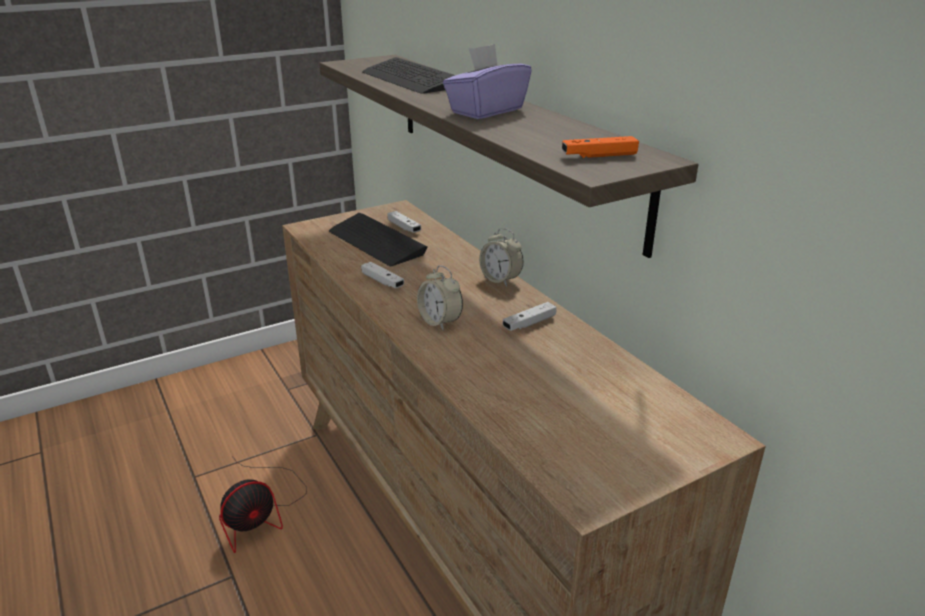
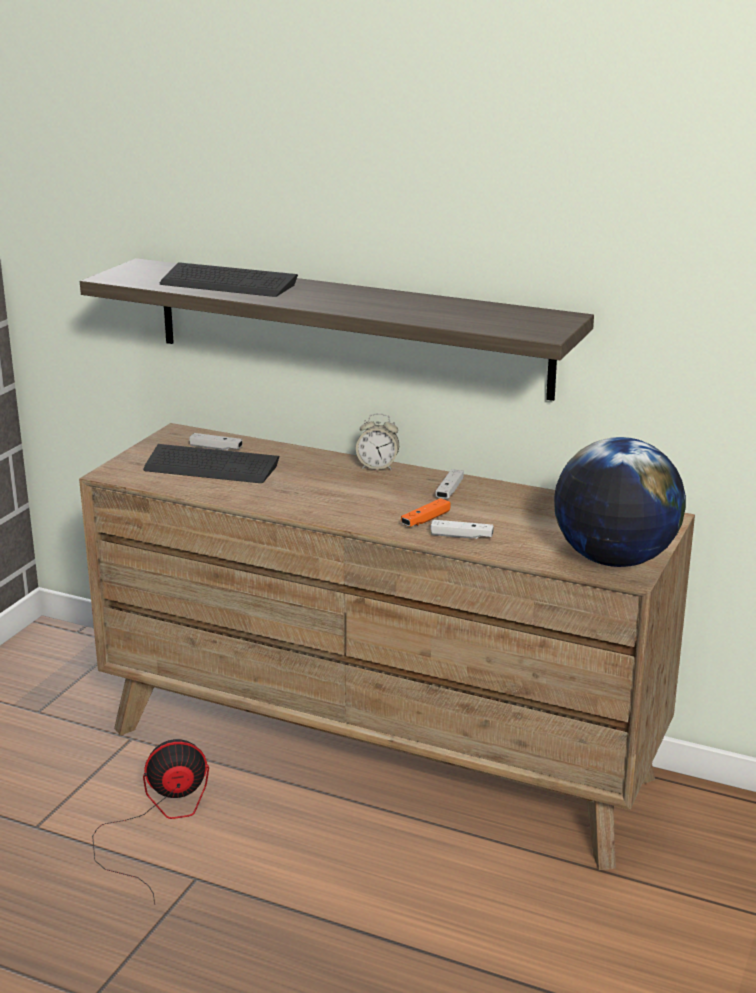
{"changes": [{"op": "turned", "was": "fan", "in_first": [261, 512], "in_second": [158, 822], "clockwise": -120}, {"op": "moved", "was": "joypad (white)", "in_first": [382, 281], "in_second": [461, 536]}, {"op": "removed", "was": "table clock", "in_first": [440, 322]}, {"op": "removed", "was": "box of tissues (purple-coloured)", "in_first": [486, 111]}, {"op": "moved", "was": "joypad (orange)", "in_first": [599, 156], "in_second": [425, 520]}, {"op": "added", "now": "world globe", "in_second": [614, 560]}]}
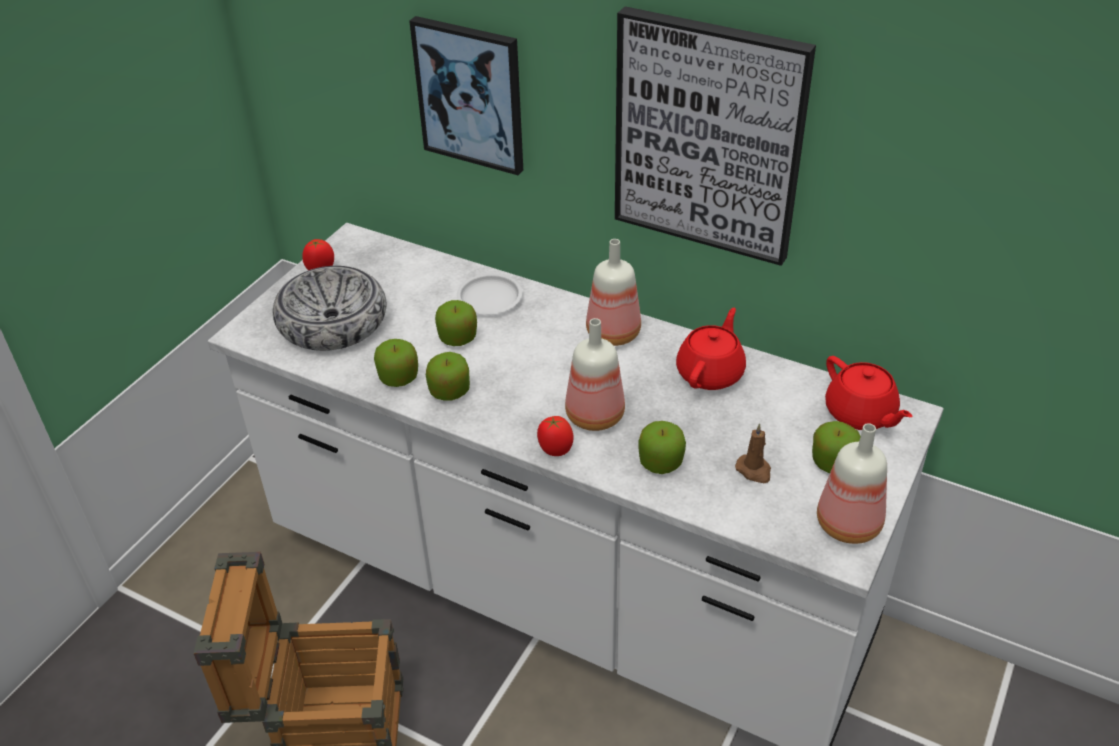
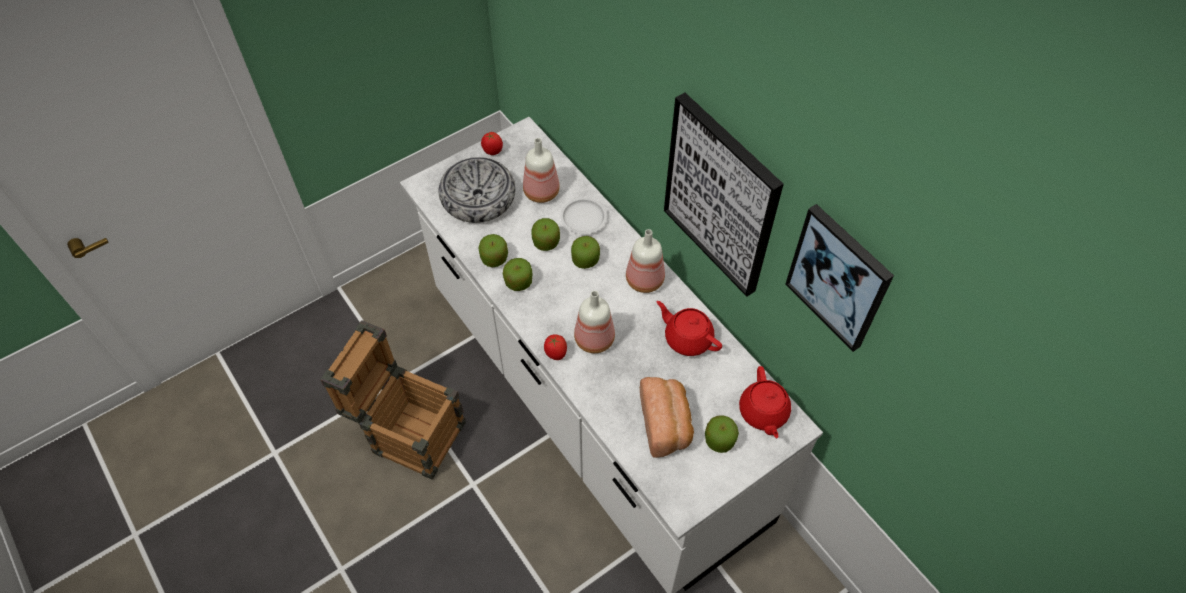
{"changes": [{"op": "moved", "was": "wall picture", "in_first": [470, 94], "in_second": [839, 277]}, {"op": "moved", "was": "apple fruit", "in_first": [661, 462], "in_second": [585, 260]}, {"op": "turned", "was": "pot for tea (red-coloured)", "in_first": [711, 373], "in_second": [687, 338], "clockwise": -105}, {"op": "replaced", "was": "wax light (brownish)", "now": "bread", "in_first": [754, 470], "in_second": [666, 423]}, {"op": "moved", "was": "bottle", "in_first": [850, 524], "in_second": [542, 192]}]}
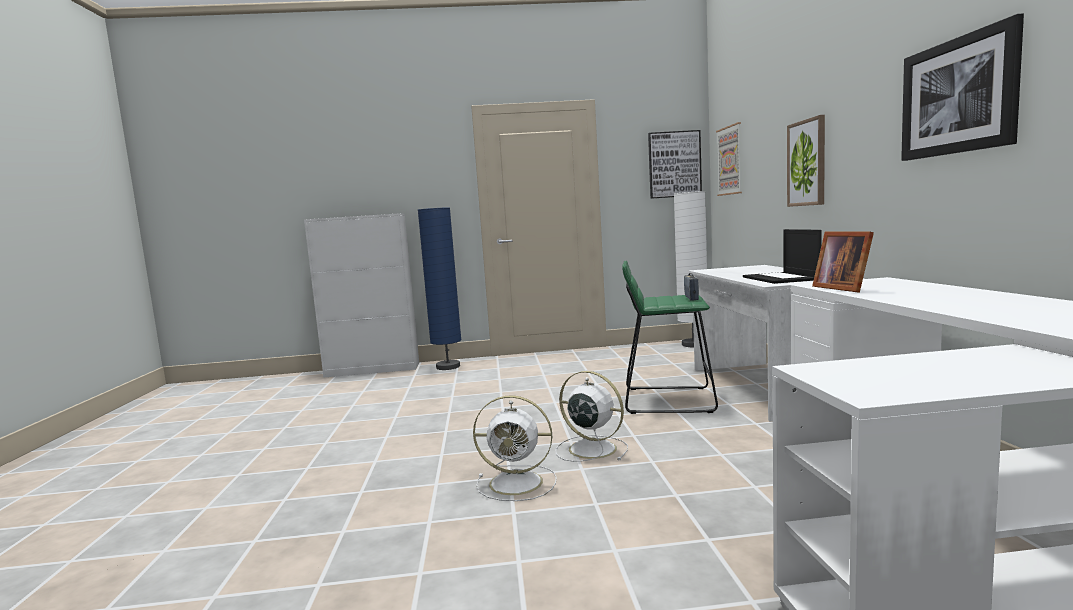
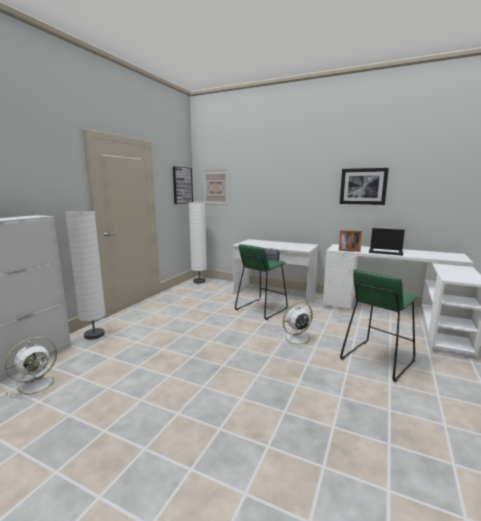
{"changes": [{"op": "recoloured", "was": "floor lamp (bluish)", "now": "floor lamp (white)", "in_first": [448, 367], "in_second": [94, 335]}, {"op": "moved", "was": "fan (white)", "in_first": [518, 483], "in_second": [38, 384]}, {"op": "moved", "was": "portable computer", "in_first": [781, 278], "in_second": [386, 252]}, {"op": "removed", "was": "wall picture", "in_first": [807, 163]}, {"op": "added", "now": "sitting stool (greenish)", "in_second": [377, 359]}]}
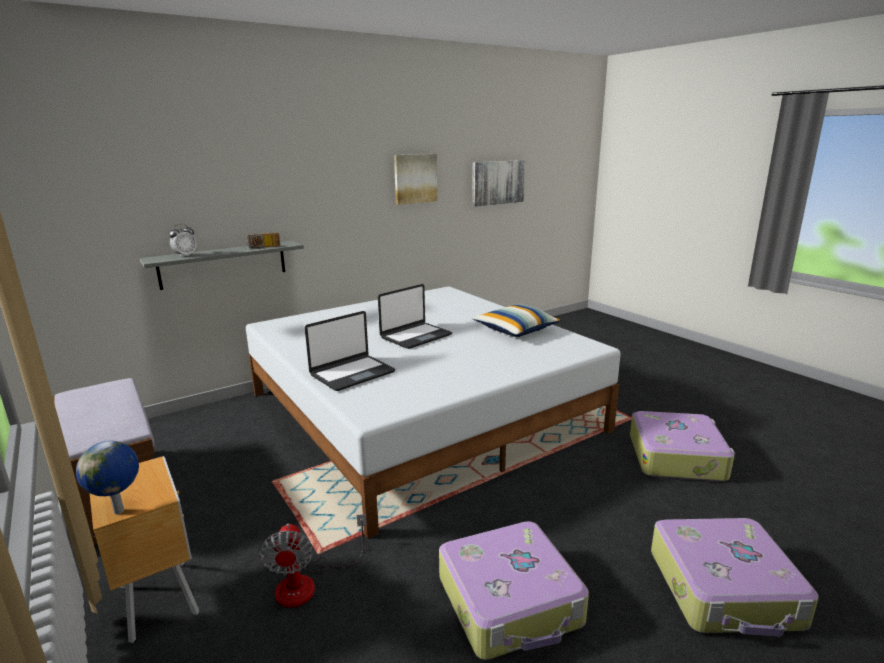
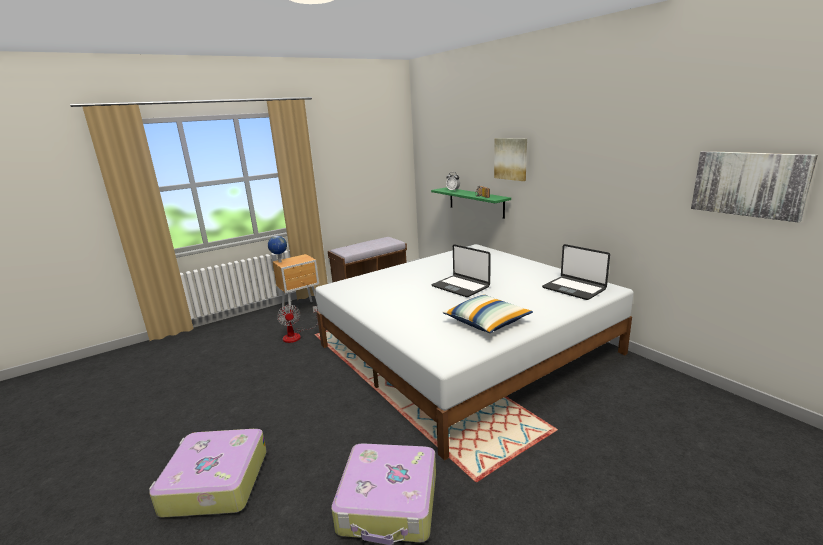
{"changes": [{"op": "recoloured", "was": "shelf (greyish)", "now": "shelf (greenish)", "in_first": [223, 264], "in_second": [476, 202]}, {"op": "turned", "was": "fan", "in_first": [308, 583], "in_second": [296, 335], "clockwise": -105}, {"op": "moved", "was": "portable computer", "in_first": [352, 373], "in_second": [574, 288]}, {"op": "moved", "was": "wall picture", "in_first": [415, 178], "in_second": [511, 159]}, {"op": "removed", "was": "travel case", "in_first": [510, 601]}]}
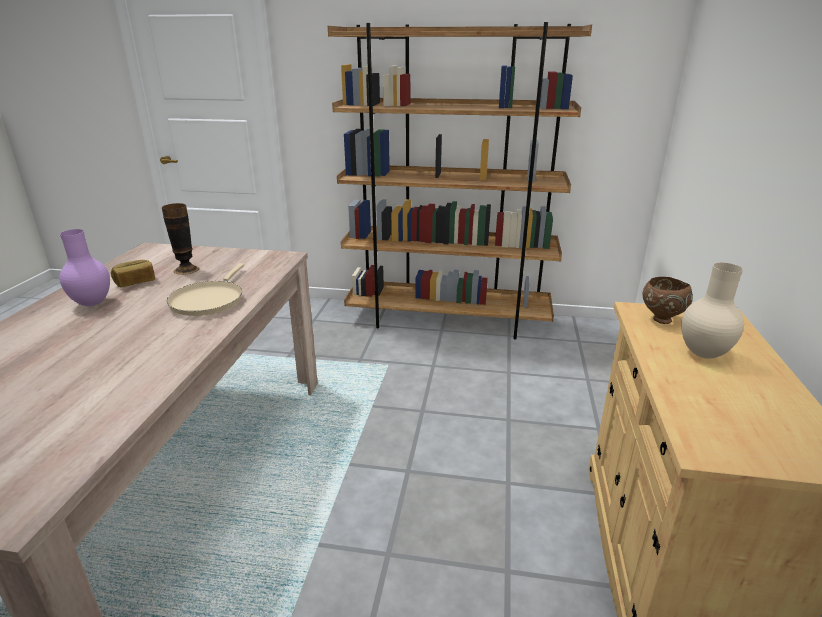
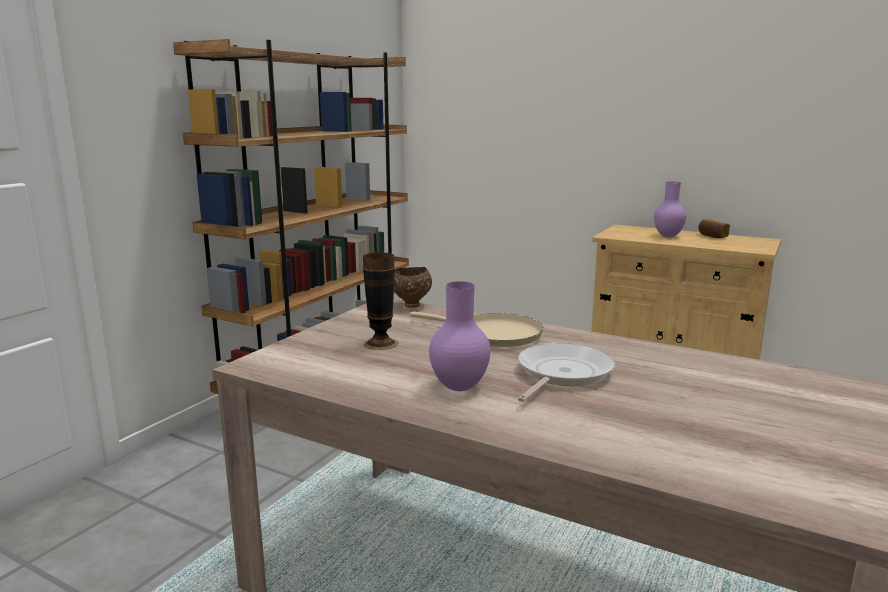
{"changes": [{"op": "moved", "was": "bread", "in_first": [135, 282], "in_second": [712, 236]}, {"op": "moved", "was": "deep dish (brownish)", "in_first": [660, 319], "in_second": [411, 305]}, {"op": "recoloured", "was": "vase (beige-coloured)", "now": "vase (purple-coloured)", "in_first": [702, 354], "in_second": [668, 236]}, {"op": "added", "now": "frying pan", "in_second": [561, 373]}]}
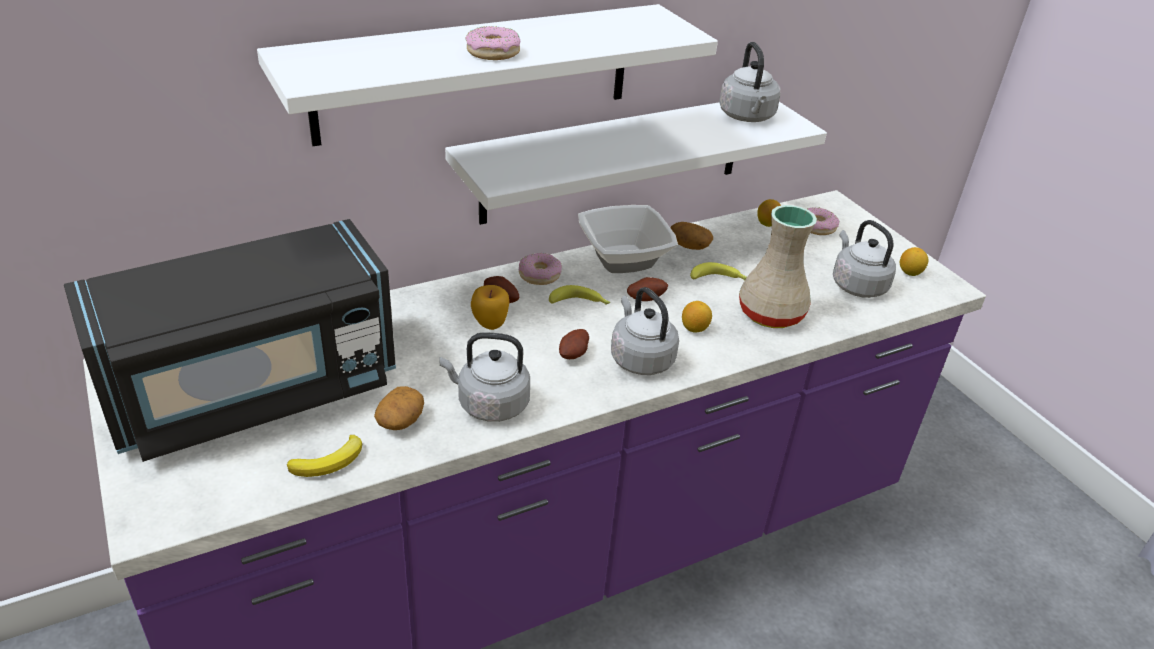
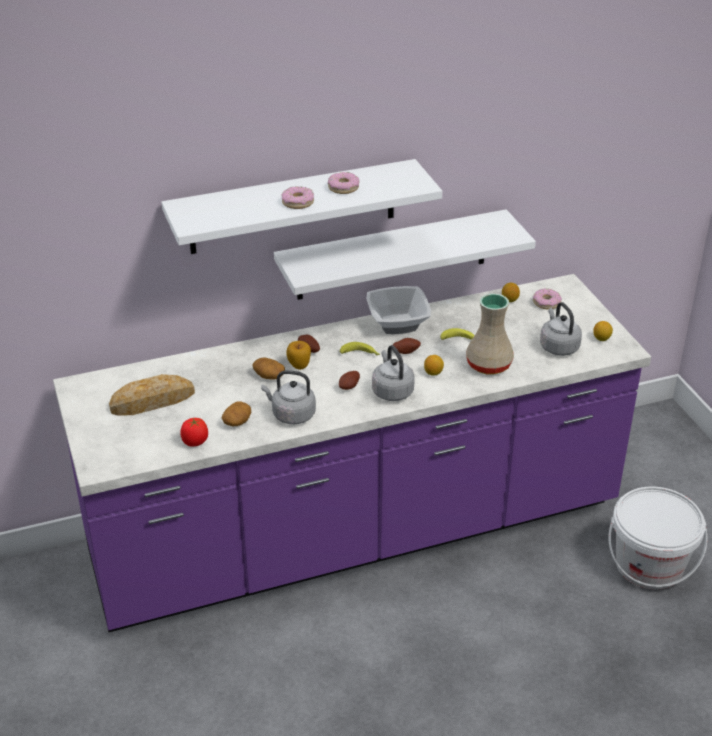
{"changes": [{"op": "replaced", "was": "kitchen microwave (black-coloured)", "now": "bread", "in_first": [254, 390], "in_second": [152, 401]}, {"op": "replaced", "was": "banana", "now": "fresh tomato", "in_first": [330, 462], "in_second": [195, 442]}, {"op": "moved", "was": "donut", "in_first": [539, 275], "in_second": [343, 188]}, {"op": "moved", "was": "potato", "in_first": [688, 246], "in_second": [268, 376]}, {"op": "removed", "was": "tea kettle (greyish)", "in_first": [747, 117]}, {"op": "added", "now": "pail (white)", "in_second": [649, 565]}]}
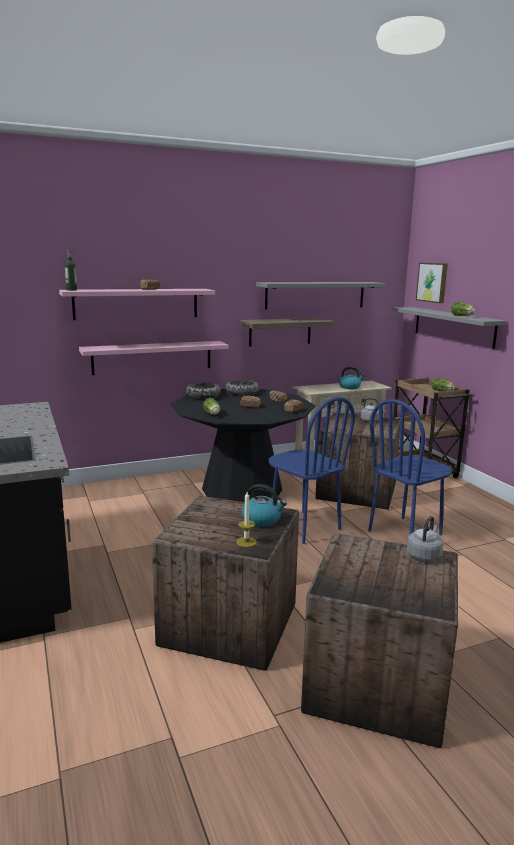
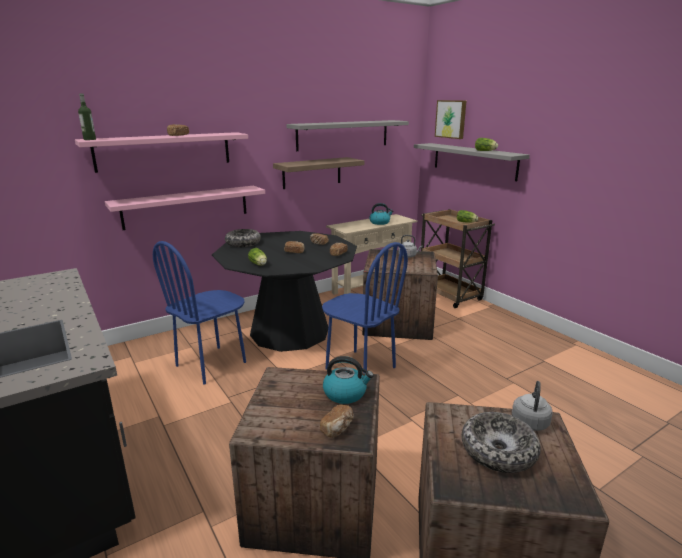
{"changes": [{"op": "moved", "was": "deep dish", "in_first": [242, 393], "in_second": [498, 450]}, {"op": "replaced", "was": "wax light", "now": "bread", "in_first": [246, 542], "in_second": [338, 428]}, {"op": "moved", "was": "plain chair (bluish)", "in_first": [405, 533], "in_second": [211, 364]}]}
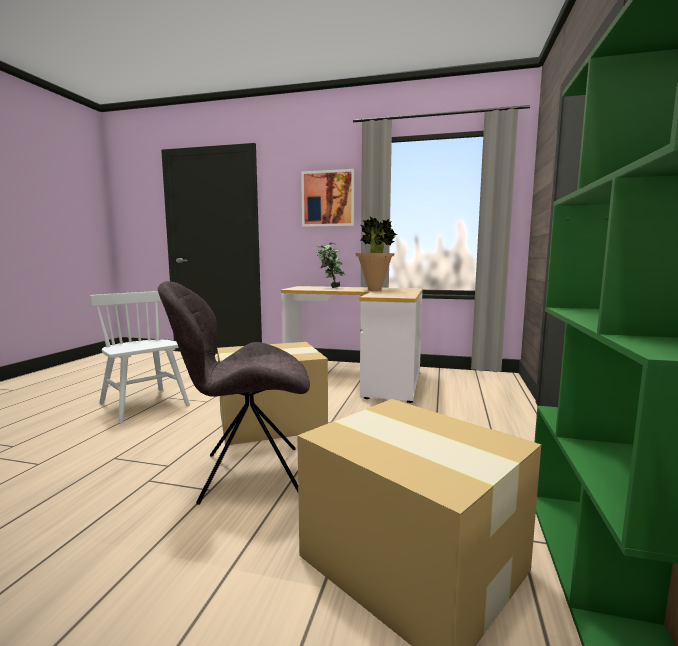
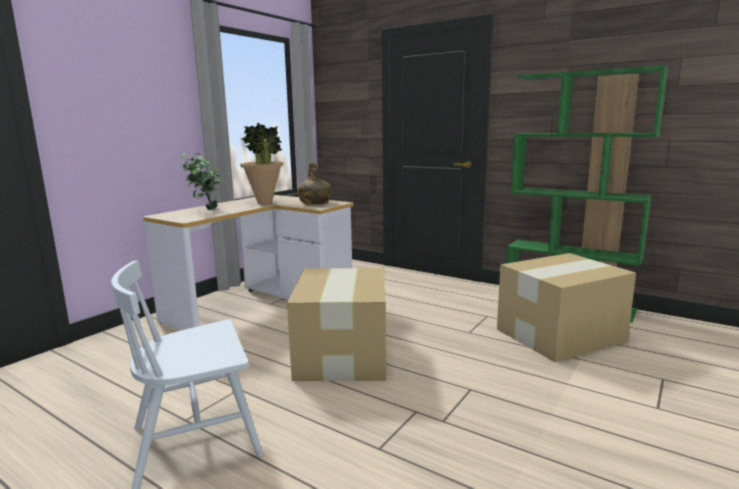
{"changes": [{"op": "removed", "was": "plain chair (greyish)", "in_first": [246, 474]}, {"op": "removed", "was": "wall picture", "in_first": [328, 198]}, {"op": "added", "now": "bottle (greenish)", "in_second": [315, 203]}]}
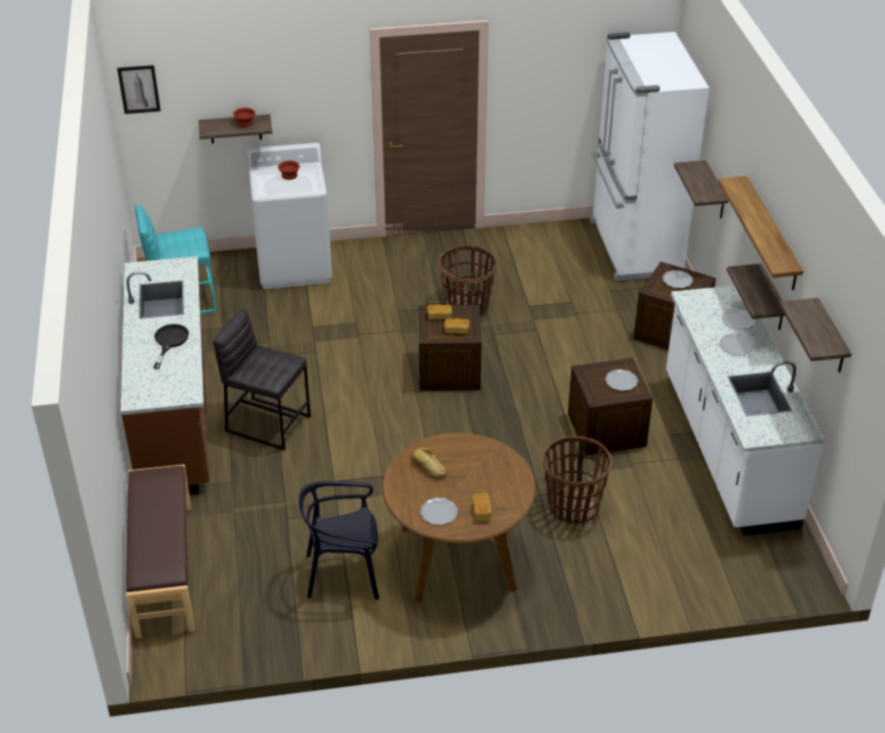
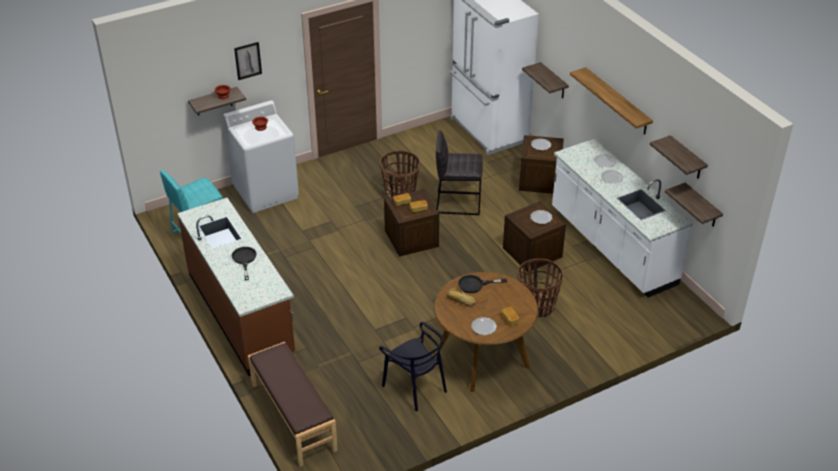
{"changes": [{"op": "moved", "was": "wall picture", "in_first": [139, 89], "in_second": [248, 60]}, {"op": "moved", "was": "sitting stool (greyish)", "in_first": [268, 423], "in_second": [457, 202]}, {"op": "turned", "was": "plain chair (black-coloured)", "in_first": [344, 574], "in_second": [415, 387], "clockwise": -105}, {"op": "moved", "was": "shelf", "in_first": [772, 299], "in_second": [702, 206]}, {"op": "added", "now": "frying pan (black-coloured)", "in_second": [475, 284]}]}
